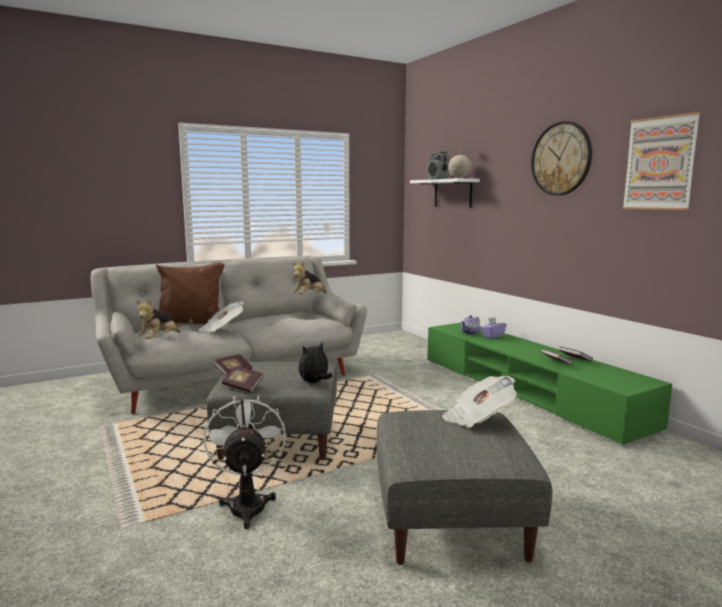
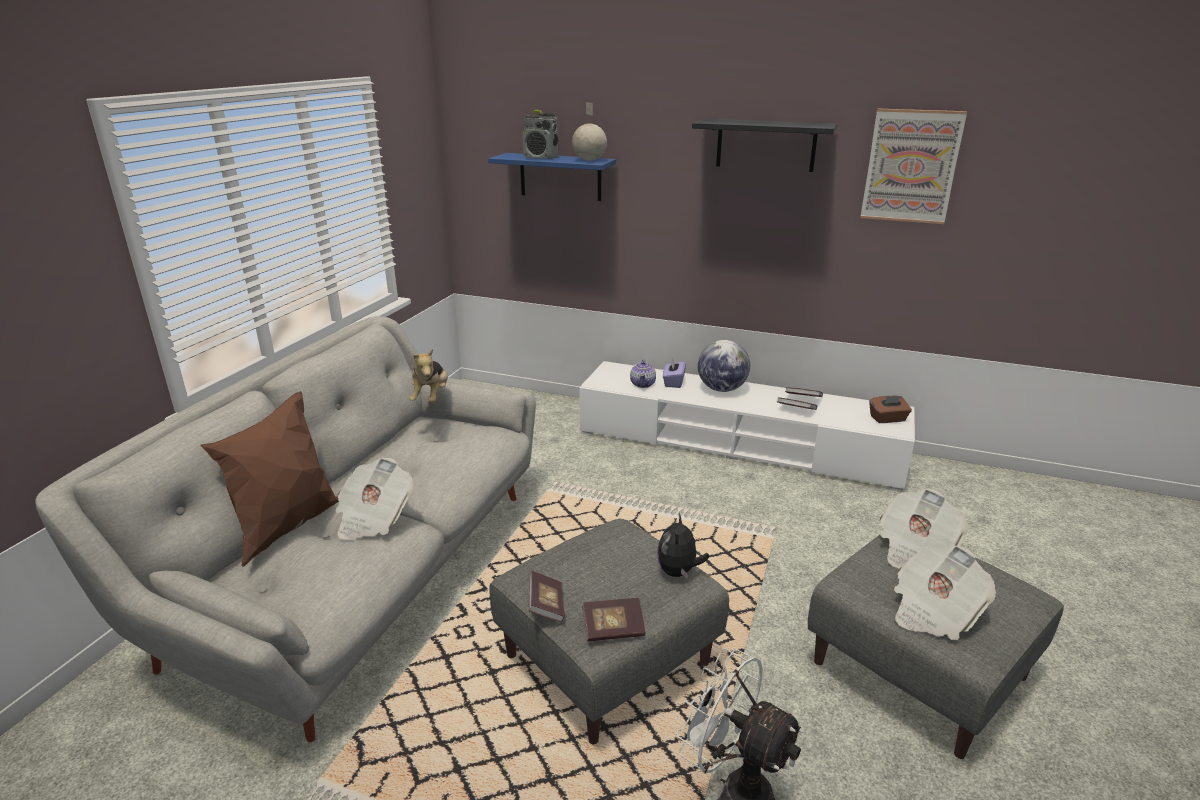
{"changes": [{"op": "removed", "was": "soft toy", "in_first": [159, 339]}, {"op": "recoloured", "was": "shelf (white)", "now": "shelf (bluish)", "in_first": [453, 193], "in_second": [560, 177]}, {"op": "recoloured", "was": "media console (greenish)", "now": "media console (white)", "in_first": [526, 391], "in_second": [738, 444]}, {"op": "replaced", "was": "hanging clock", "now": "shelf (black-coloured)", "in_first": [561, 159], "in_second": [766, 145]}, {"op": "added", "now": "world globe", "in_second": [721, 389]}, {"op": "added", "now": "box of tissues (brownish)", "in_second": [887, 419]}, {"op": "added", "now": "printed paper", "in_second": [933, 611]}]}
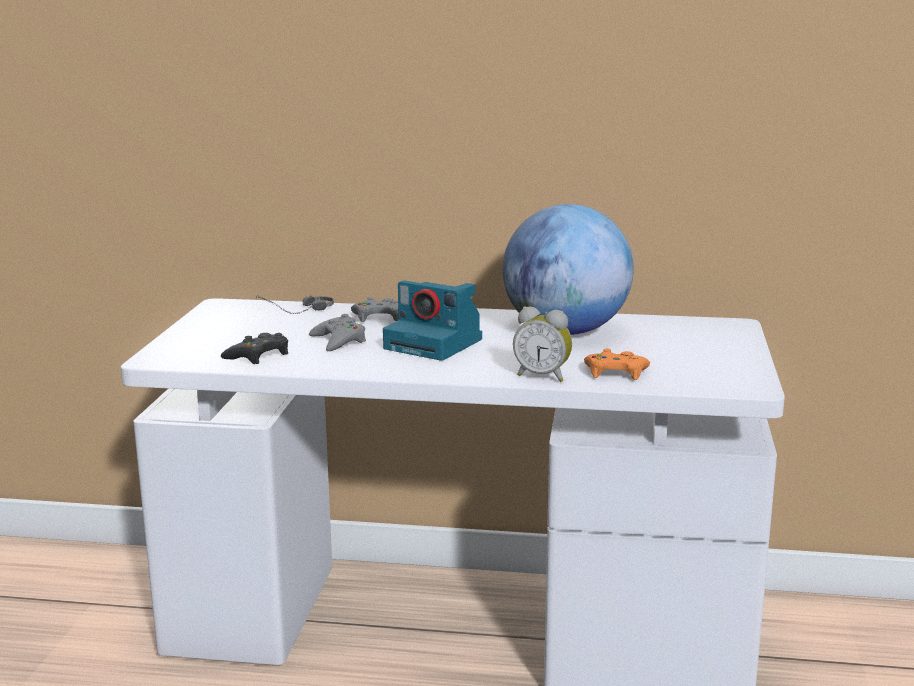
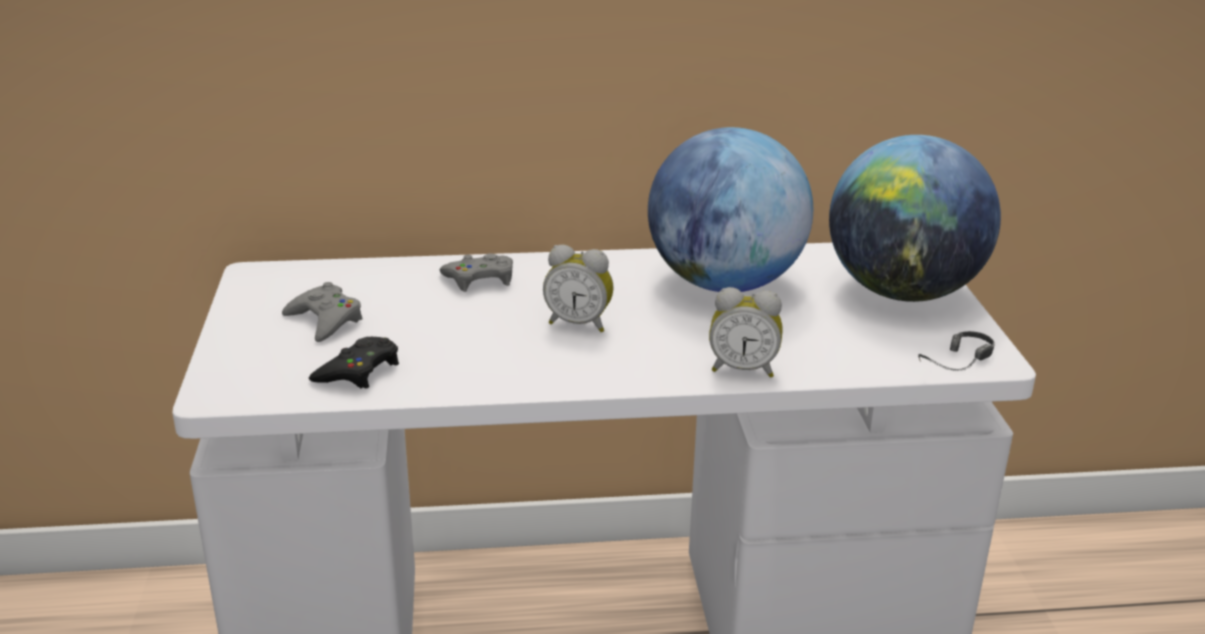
{"changes": [{"op": "moved", "was": "headset", "in_first": [297, 312], "in_second": [956, 365]}, {"op": "moved", "was": "joypad (greyish)", "in_first": [339, 340], "in_second": [325, 320]}, {"op": "replaced", "was": "still camera", "now": "table clock", "in_first": [436, 344], "in_second": [579, 323]}, {"op": "removed", "was": "joypad (orange)", "in_first": [616, 372]}, {"op": "added", "now": "world globe", "in_second": [902, 292]}]}
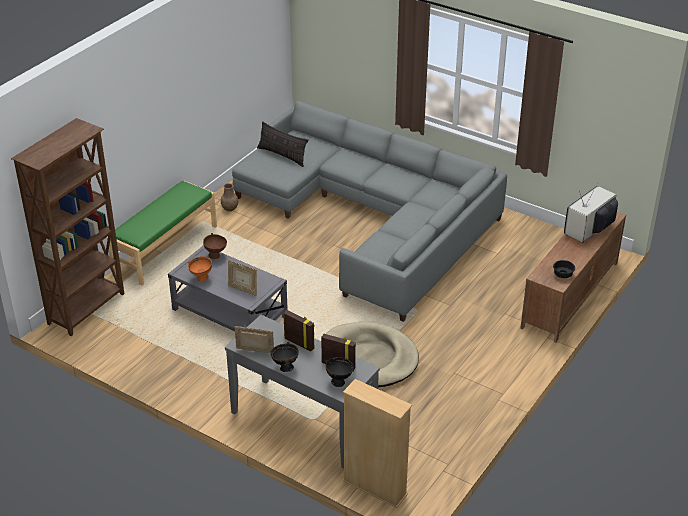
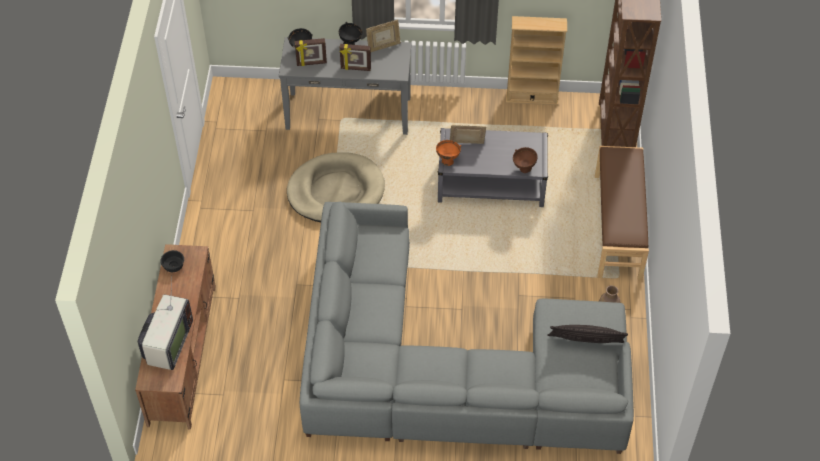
{"changes": [{"op": "recoloured", "was": "bench (greenish)", "now": "bench (brownish)", "in_first": [165, 248], "in_second": [618, 226]}, {"op": "moved", "was": "deep dish (orange)", "in_first": [201, 279], "in_second": [447, 160]}, {"op": "moved", "was": "bookcase (beige-coloured)", "in_first": [375, 488], "in_second": [531, 97]}]}
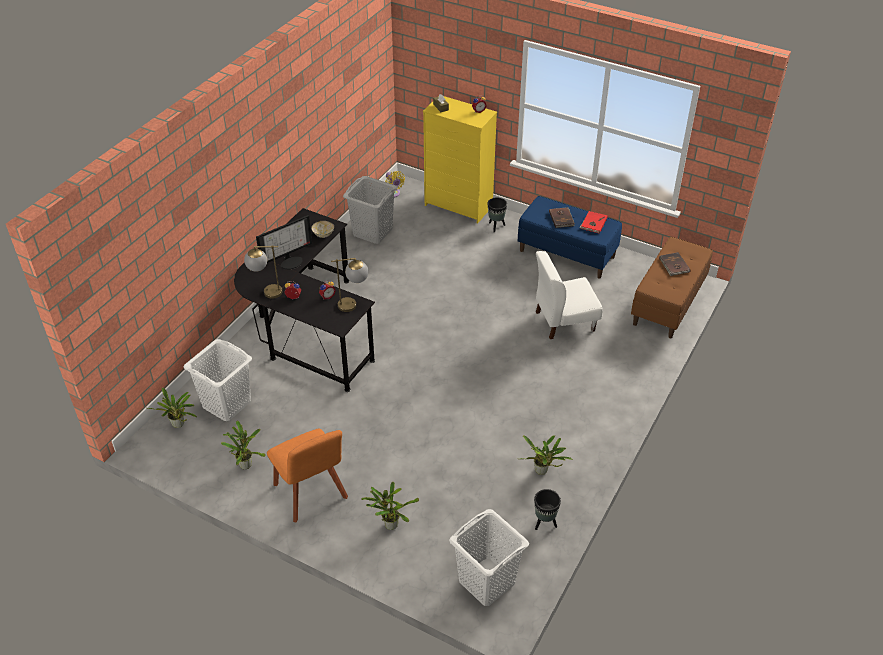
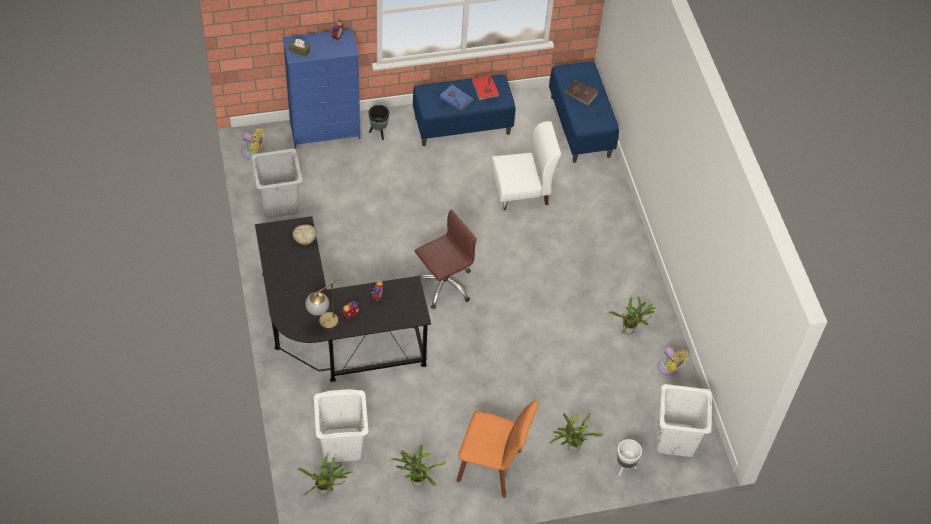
{"changes": [{"op": "removed", "was": "computer screen", "in_first": [290, 261]}, {"op": "removed", "was": "table lamp", "in_first": [354, 304]}, {"op": "recoloured", "was": "chest of drawers (yellow-coloured)", "now": "chest of drawers (bluish)", "in_first": [459, 206], "in_second": [325, 130]}, {"op": "replaced", "was": "flower pot (black-coloured)", "now": "fan (yellow-coloured)", "in_first": [545, 523], "in_second": [669, 368]}, {"op": "turned", "was": "plain chair (white)", "in_first": [564, 321], "in_second": [521, 191], "clockwise": -135}, {"op": "recoloured", "was": "volume (brownish)", "now": "volume (bluish)", "in_first": [561, 218], "in_second": [456, 98]}, {"op": "recoloured", "was": "bench (brownish)", "now": "bench (bluish)", "in_first": [668, 304], "in_second": [580, 127]}, {"op": "added", "now": "desk chair (brownish)", "in_second": [443, 284]}, {"op": "added", "now": "flower pot (white)", "in_second": [625, 467]}]}
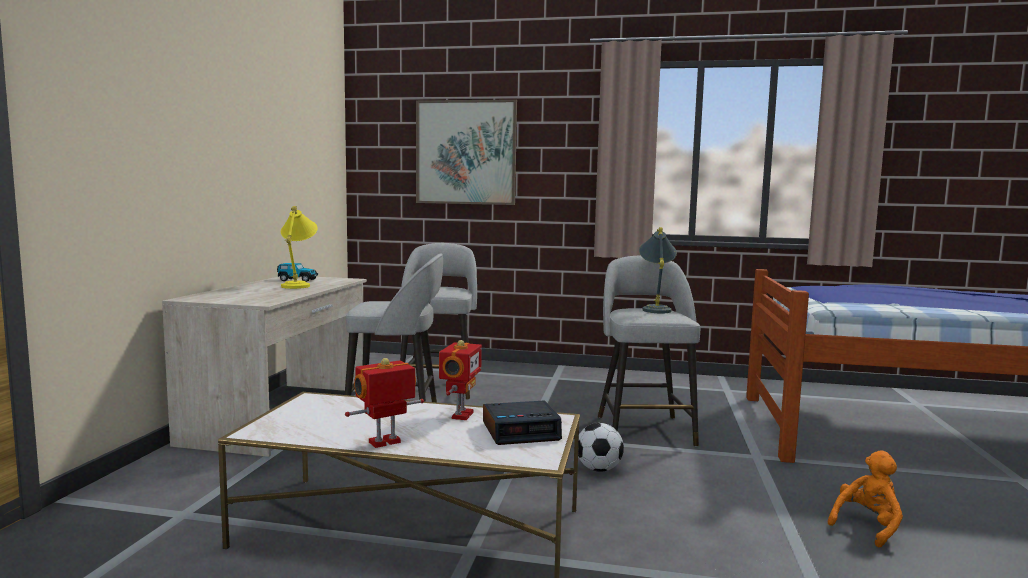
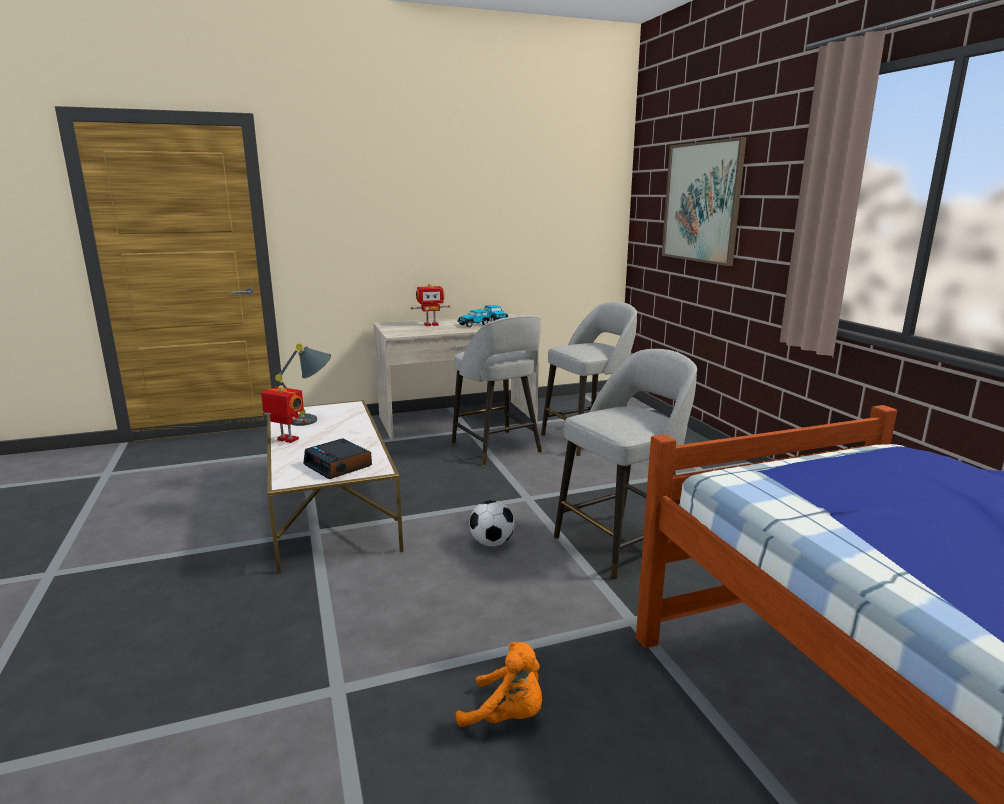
{"changes": [{"op": "replaced", "was": "table lamp (yellow-coloured)", "now": "toy car", "in_first": [298, 285], "in_second": [474, 325]}, {"op": "moved", "was": "model robot", "in_first": [460, 415], "in_second": [431, 324]}, {"op": "moved", "was": "table lamp (greyish)", "in_first": [656, 309], "in_second": [313, 420]}]}
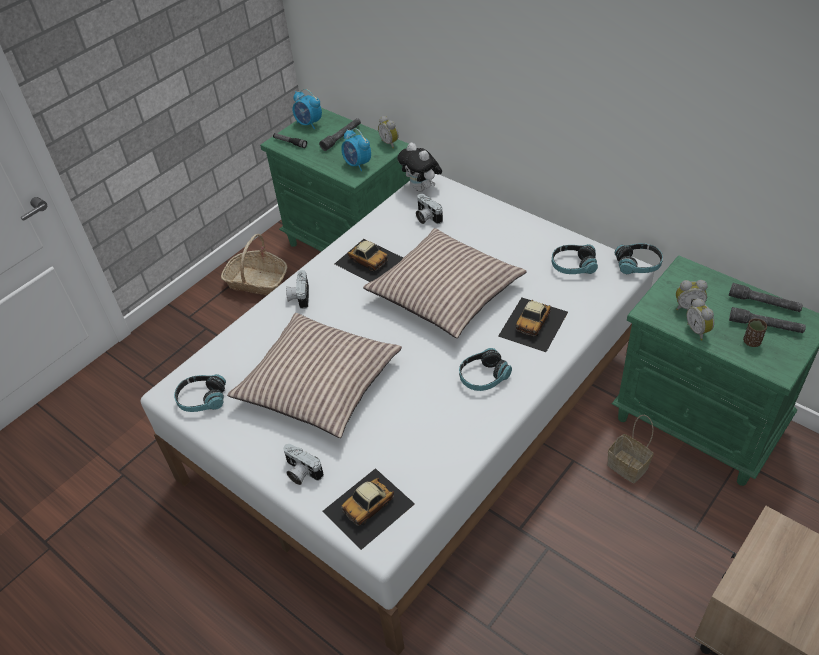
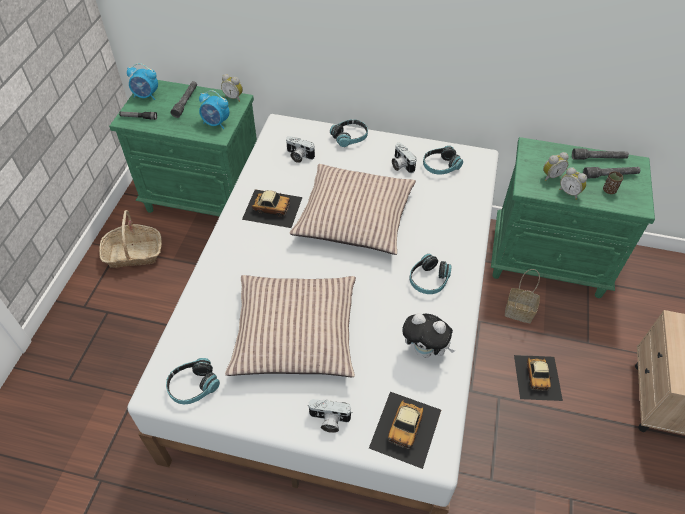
{"changes": [{"op": "moved", "was": "still camera", "in_first": [299, 296], "in_second": [400, 165]}, {"op": "moved", "was": "soft toy", "in_first": [422, 188], "in_second": [425, 350]}, {"op": "moved", "was": "toy car", "in_first": [534, 323], "in_second": [538, 377]}, {"op": "moved", "was": "headset", "in_first": [638, 264], "in_second": [350, 137]}]}
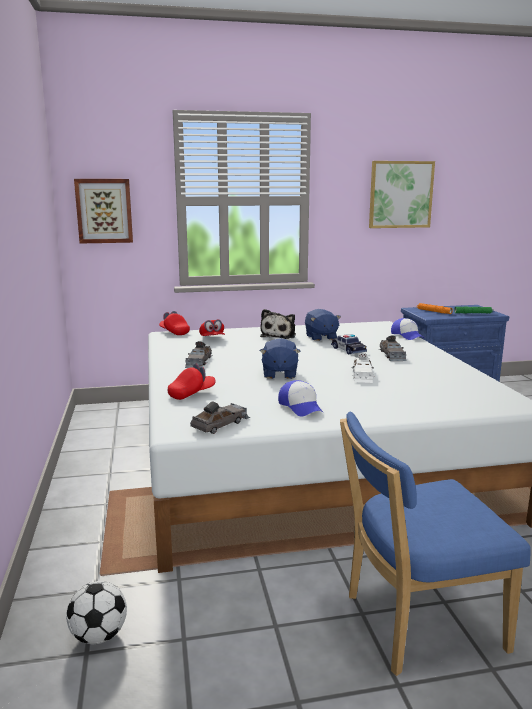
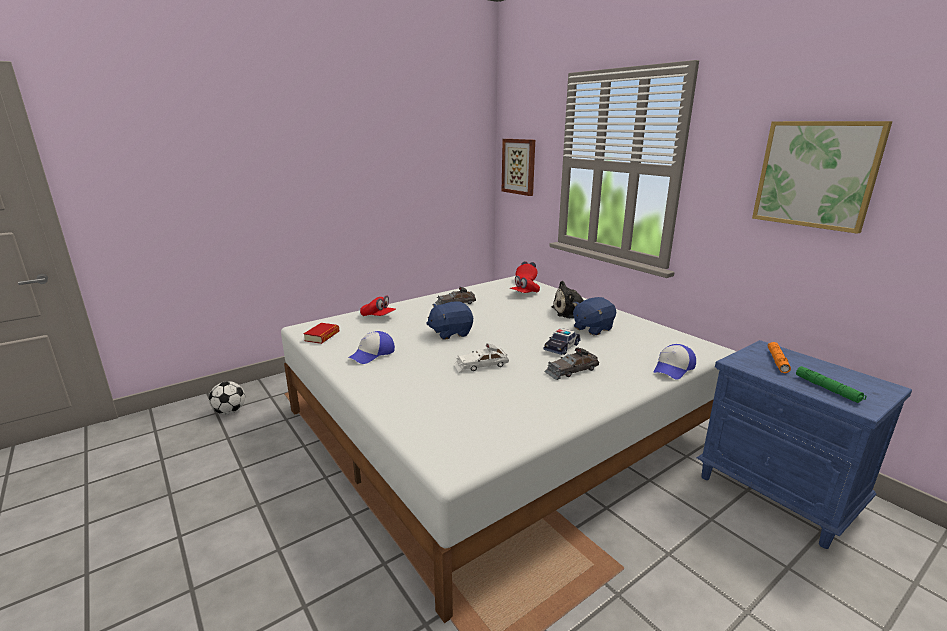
{"changes": [{"op": "replaced", "was": "toy car (greyish)", "now": "volume", "in_first": [221, 424], "in_second": [322, 336]}, {"op": "removed", "was": "plain chair (bluish)", "in_first": [416, 623]}]}
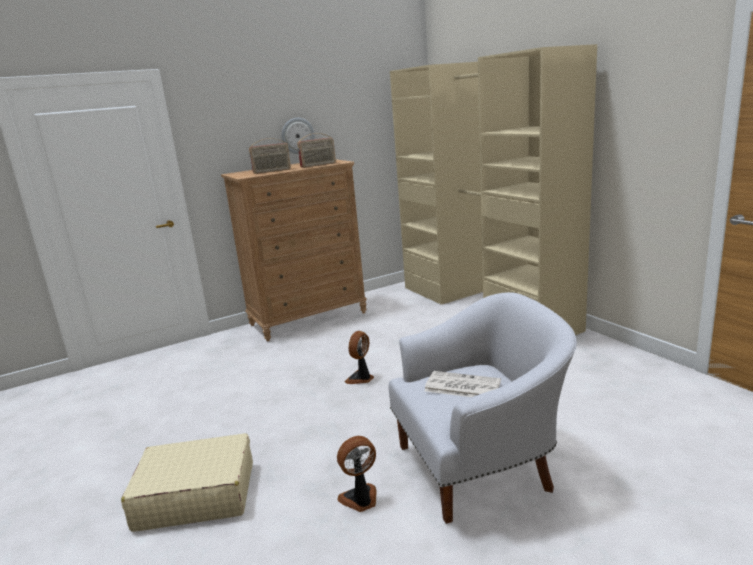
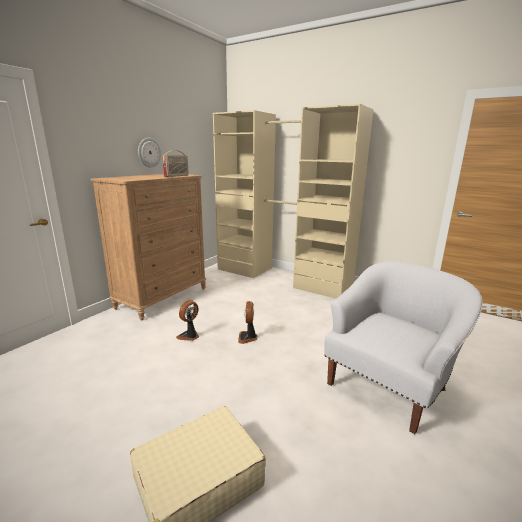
{"changes": [{"op": "removed", "was": "radio receiver", "in_first": [272, 171]}, {"op": "moved", "was": "fan", "in_first": [360, 499], "in_second": [189, 336]}, {"op": "removed", "was": "printed paper", "in_first": [461, 386]}]}
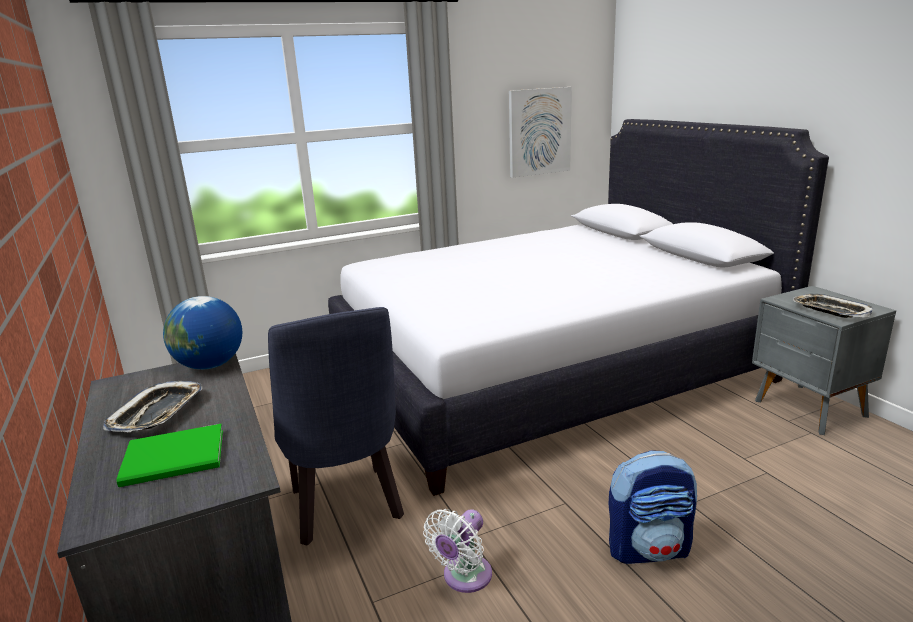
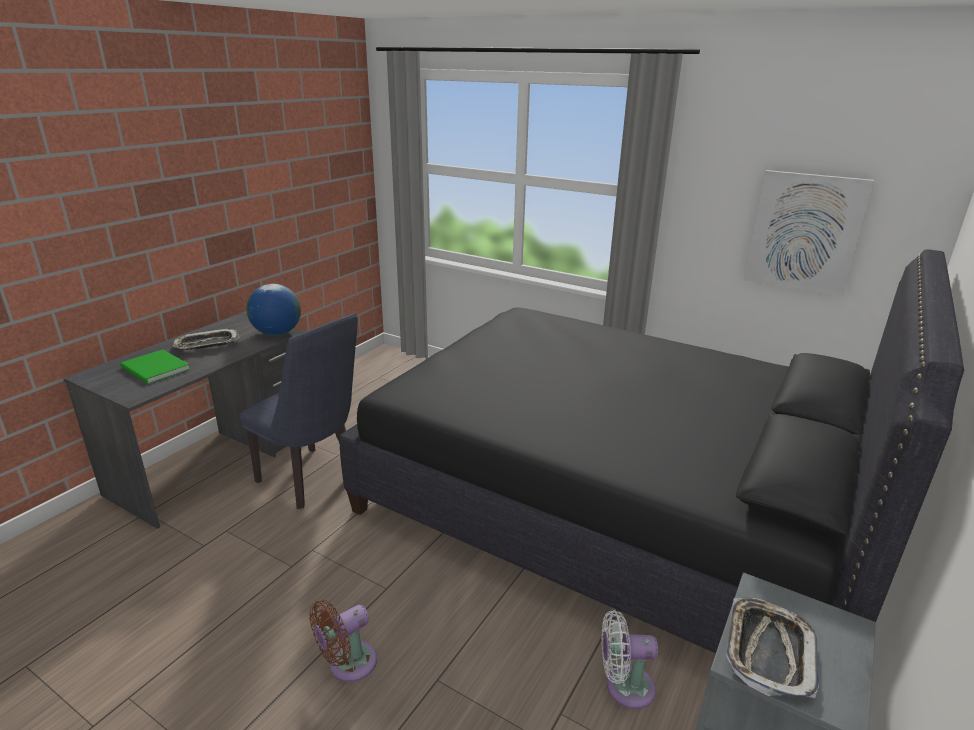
{"changes": [{"op": "turned", "was": "plain chair (bluish)", "in_first": [347, 510], "in_second": [313, 480], "clockwise": -90}, {"op": "recoloured", "was": "sleeping bed (white)", "now": "sleeping bed (black-coloured)", "in_first": [548, 371], "in_second": [611, 503]}, {"op": "moved", "was": "fan (white)", "in_first": [464, 577], "in_second": [624, 686]}, {"op": "replaced", "was": "rucksack", "now": "fan (brownish)", "in_first": [649, 549], "in_second": [348, 664]}]}
